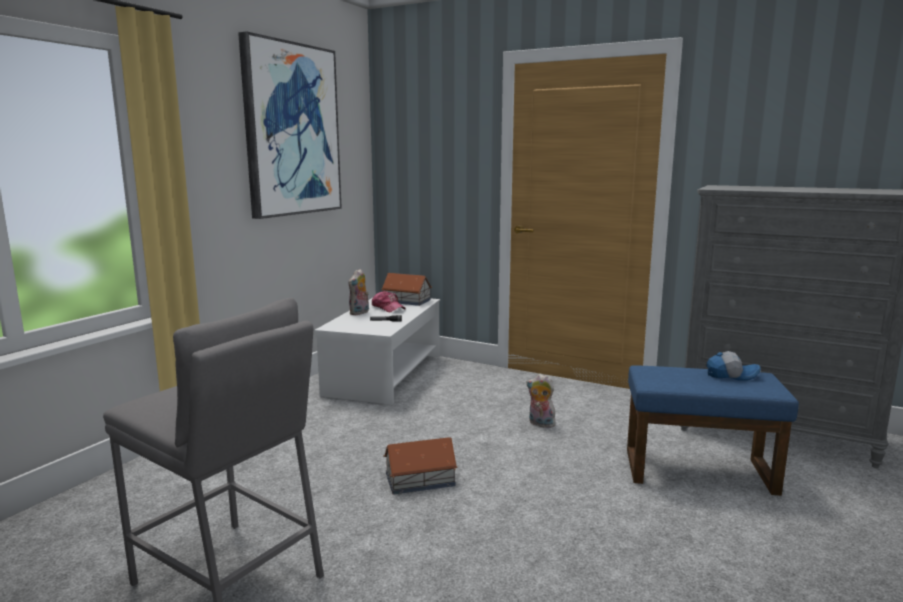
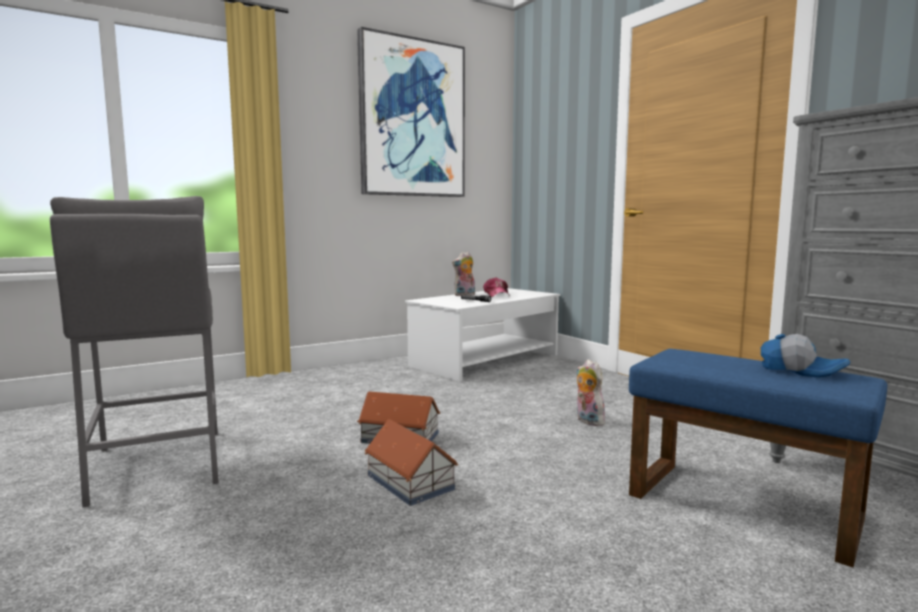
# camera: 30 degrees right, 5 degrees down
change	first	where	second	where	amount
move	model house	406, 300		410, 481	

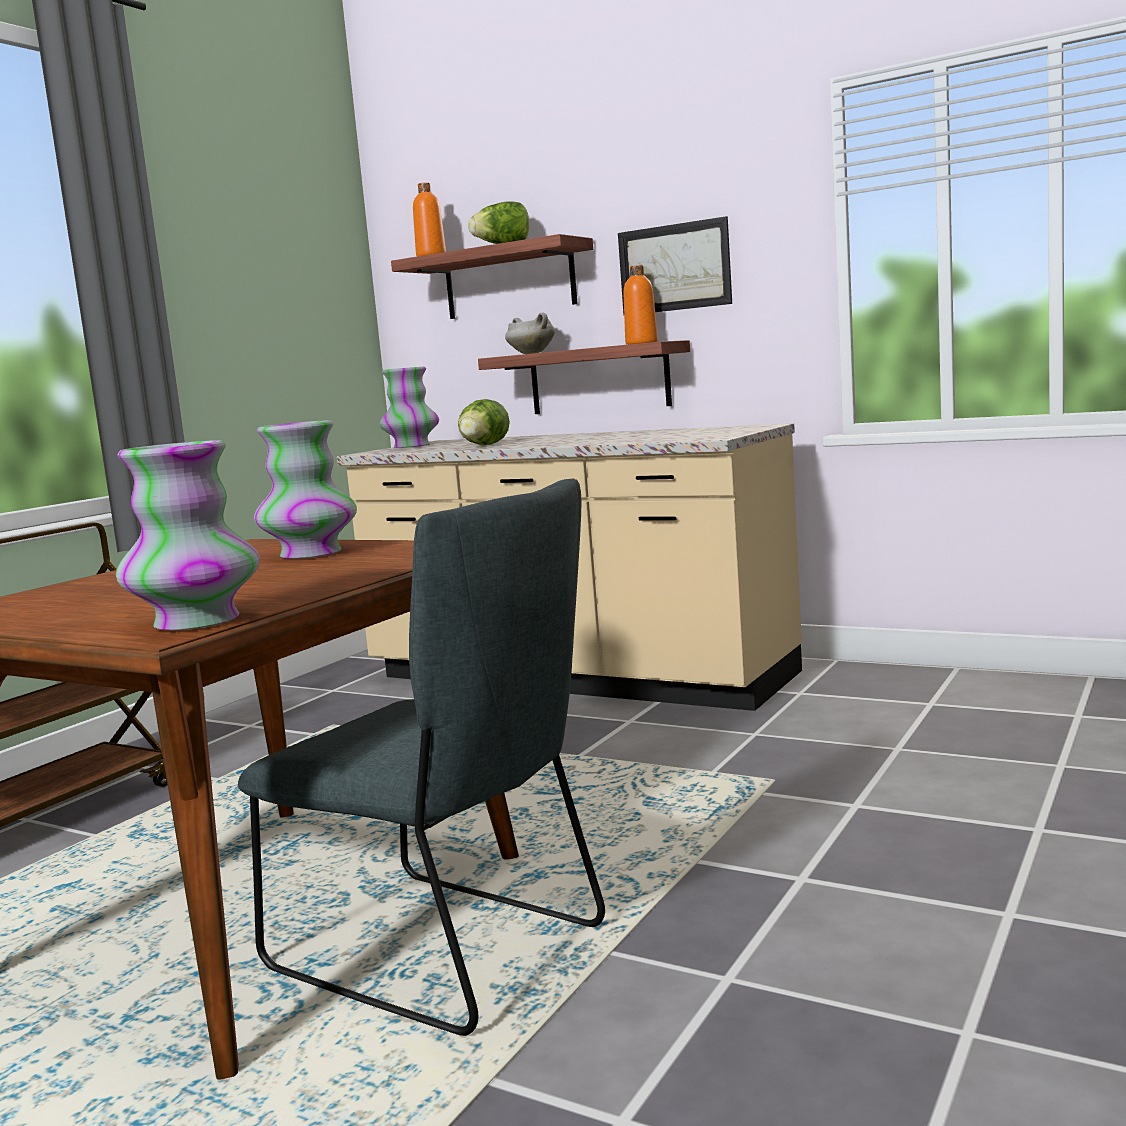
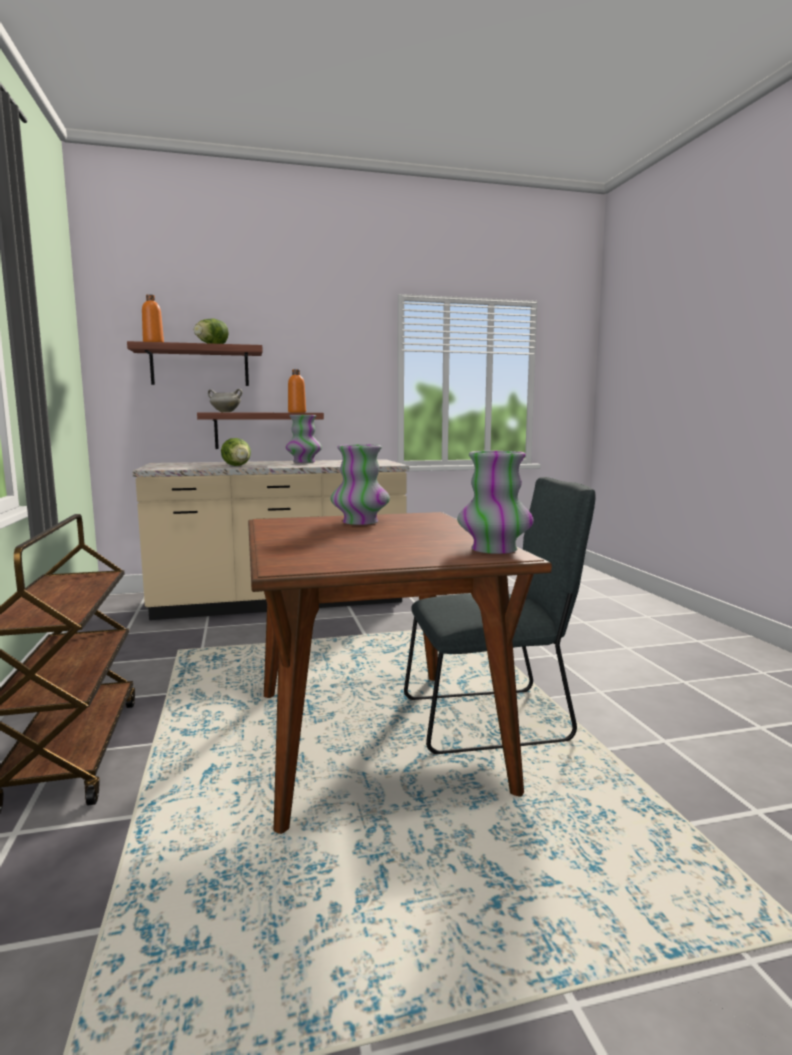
# camera: 45 degrees left, 0 degrees up
change	first	where	second	where	amount
move	decorative vase	412, 446		304, 462	
delete	wall picture	674, 267			

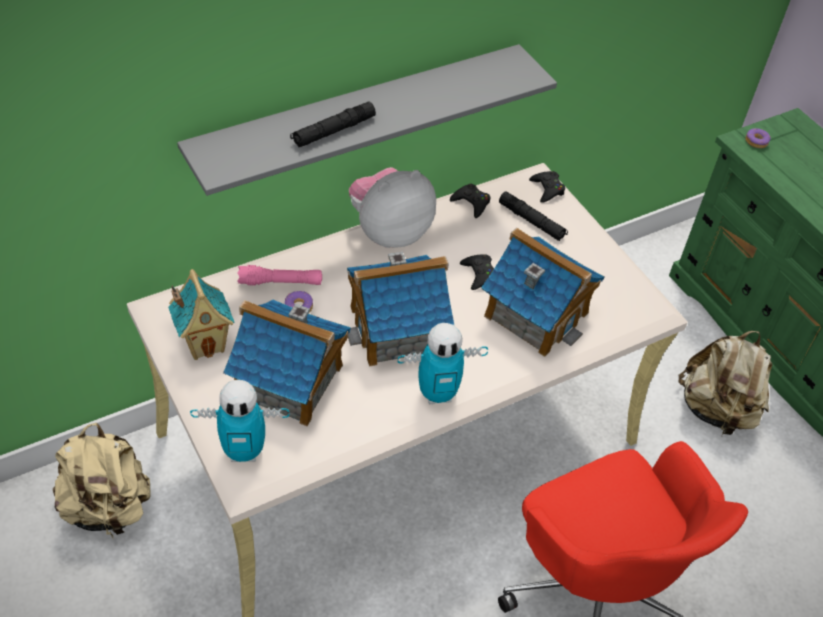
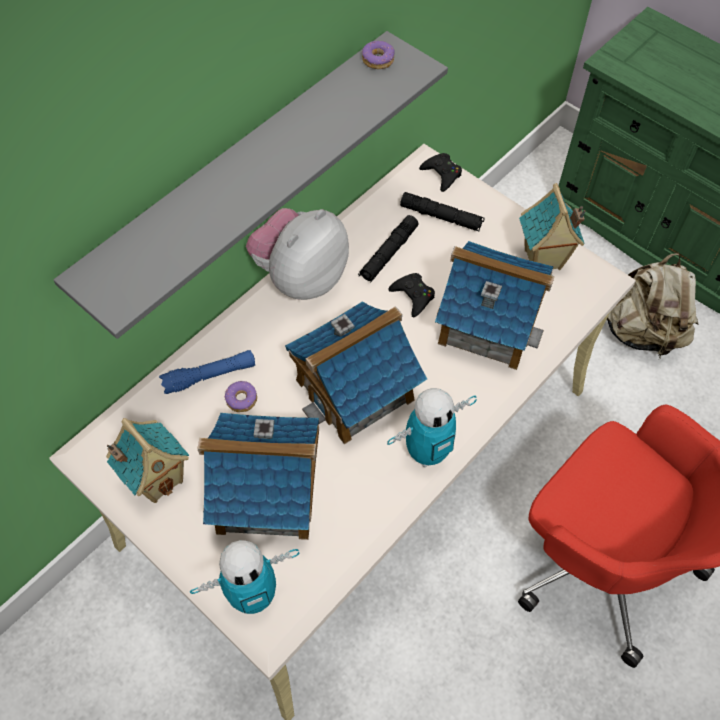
# camera: 15 degrees left, 10 degrees up
change	first	where	second	where	amount
delete	sand-coloured backpack	108, 507			
recolor	pink-coloured torch	280, 282	blue-coloured torch	210, 376	
move	black torch	333, 131		388, 253	
delete	black gamepad	471, 203			
move	donut	756, 141		378, 60	
insert			model house	542, 260	

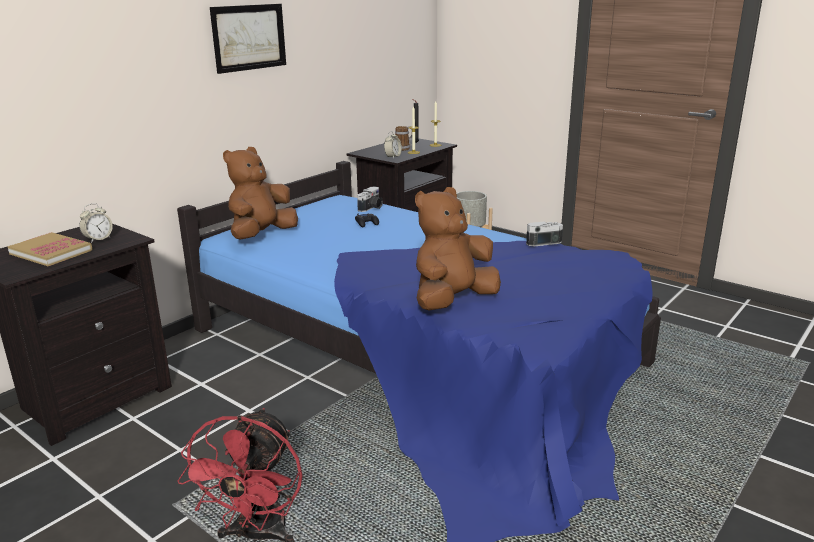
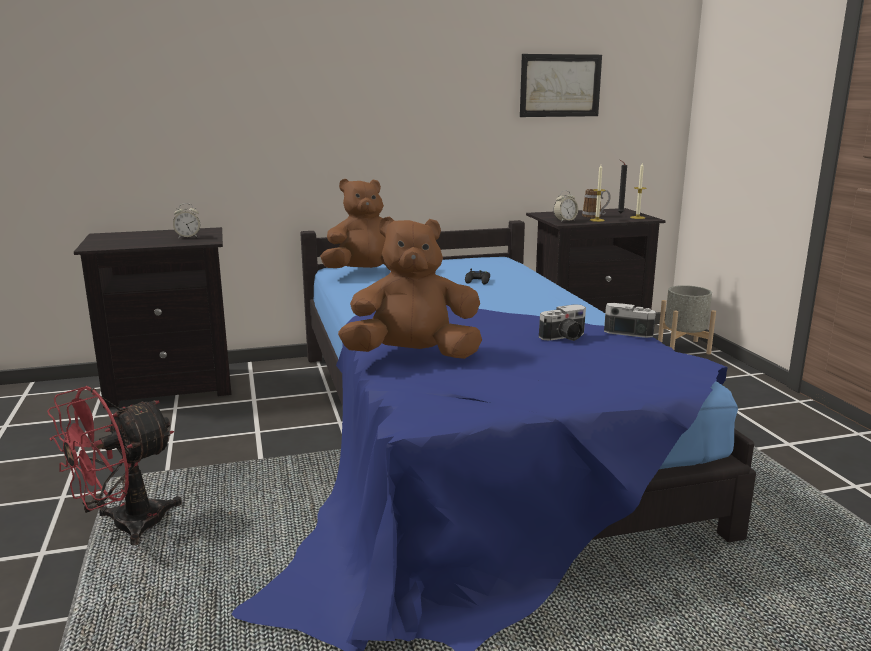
# camera: 35 degrees right, 5 degrees down
change	first	where	second	where	amount
delete	book	51, 252			
move	wall picture	249, 37		560, 85	
move	photo camera	372, 208		565, 337	

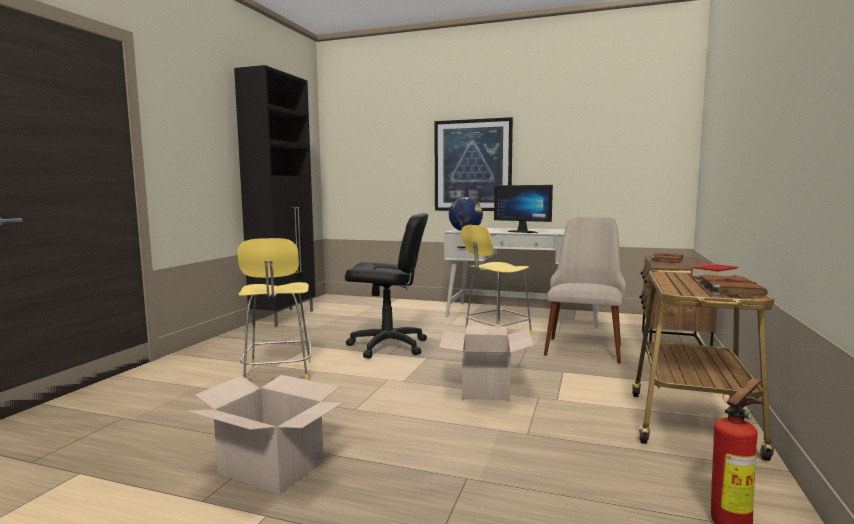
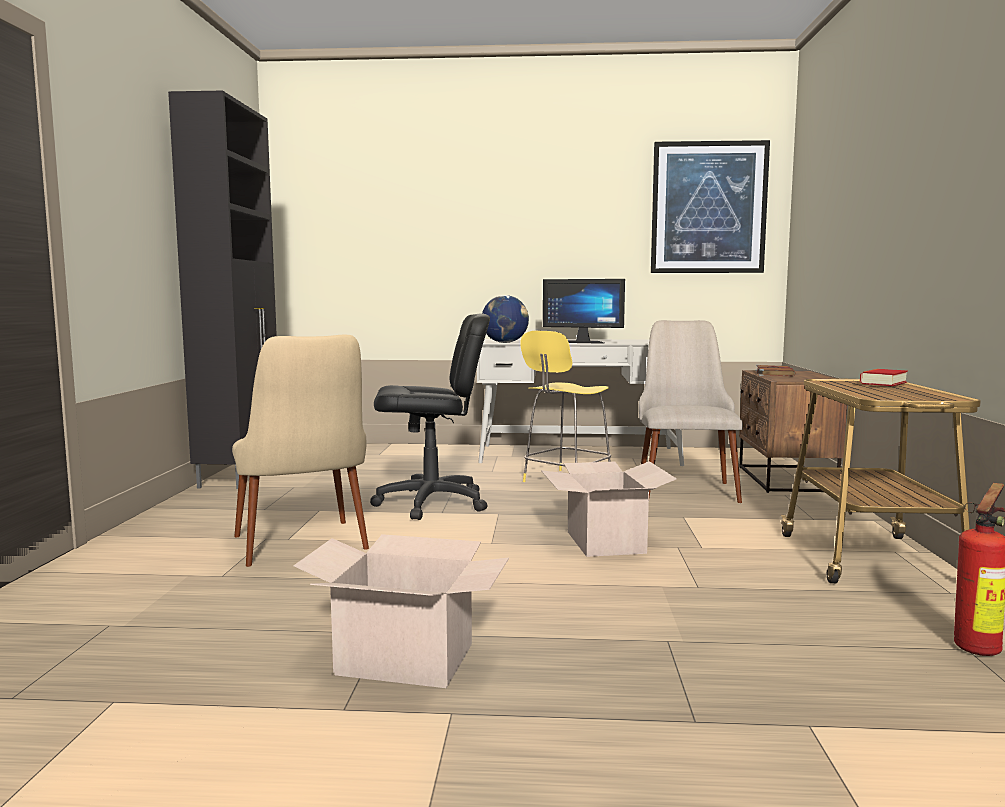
# camera: 15 degrees left, 0 degrees up
change	first	where	second	where	amount
replace	yellowish stool	278, 375	sand-coloured upright chair	305, 550	
move	wall picture	472, 165		708, 208	
delete	brownish book	729, 288			

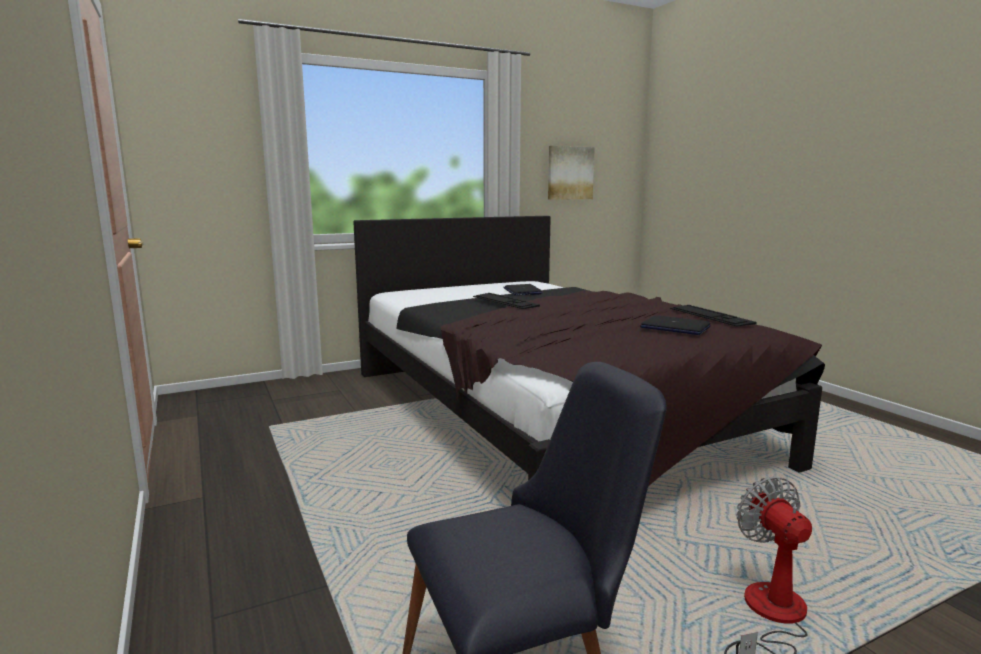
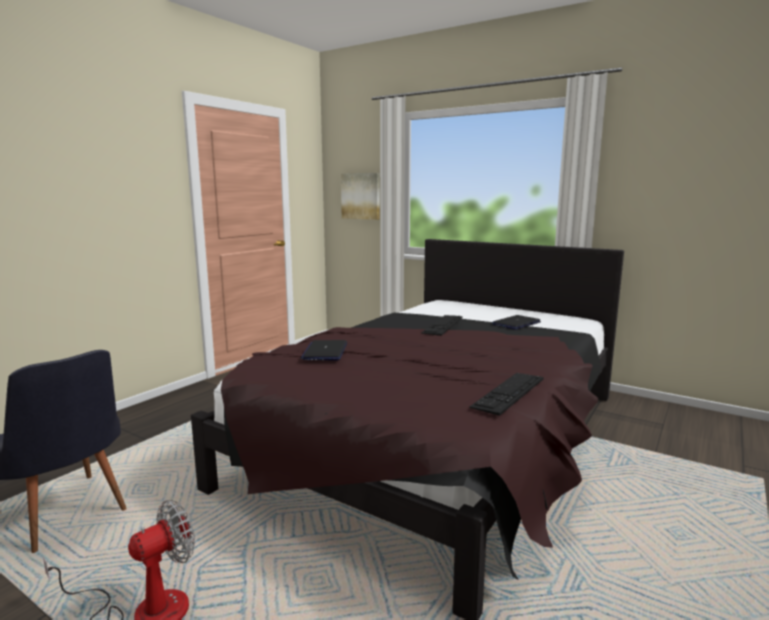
# camera: 60 degrees right, 0 degrees up
change	first	where	second	where	amount
move	wall picture	570, 173		361, 196	
move	notebook computer	674, 327		325, 351	

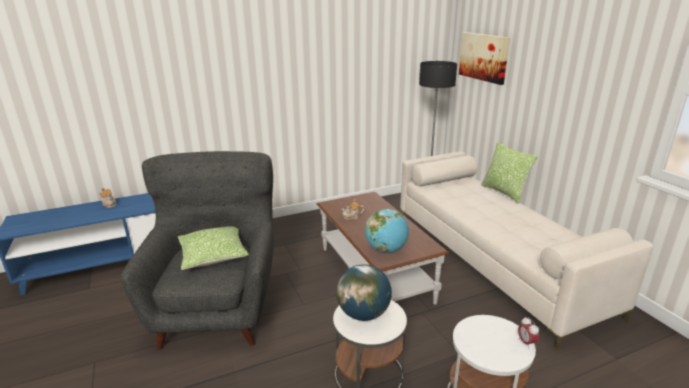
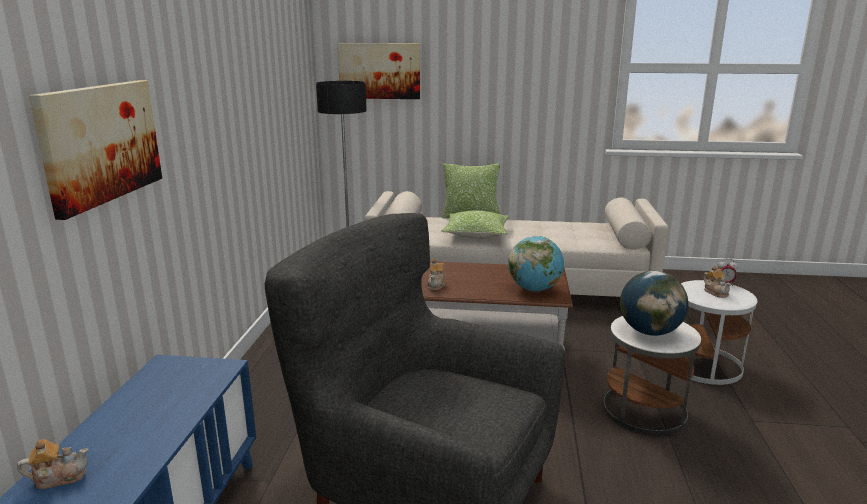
# camera: 60 degrees left, 5 degrees down
change	first	where	second	where	amount
move	cushion	213, 255		476, 234	
insert			wall picture	100, 143	
insert			teapot	715, 292	

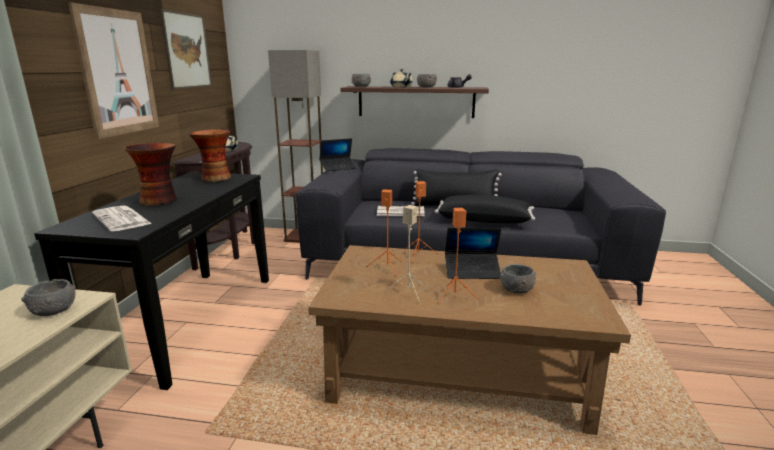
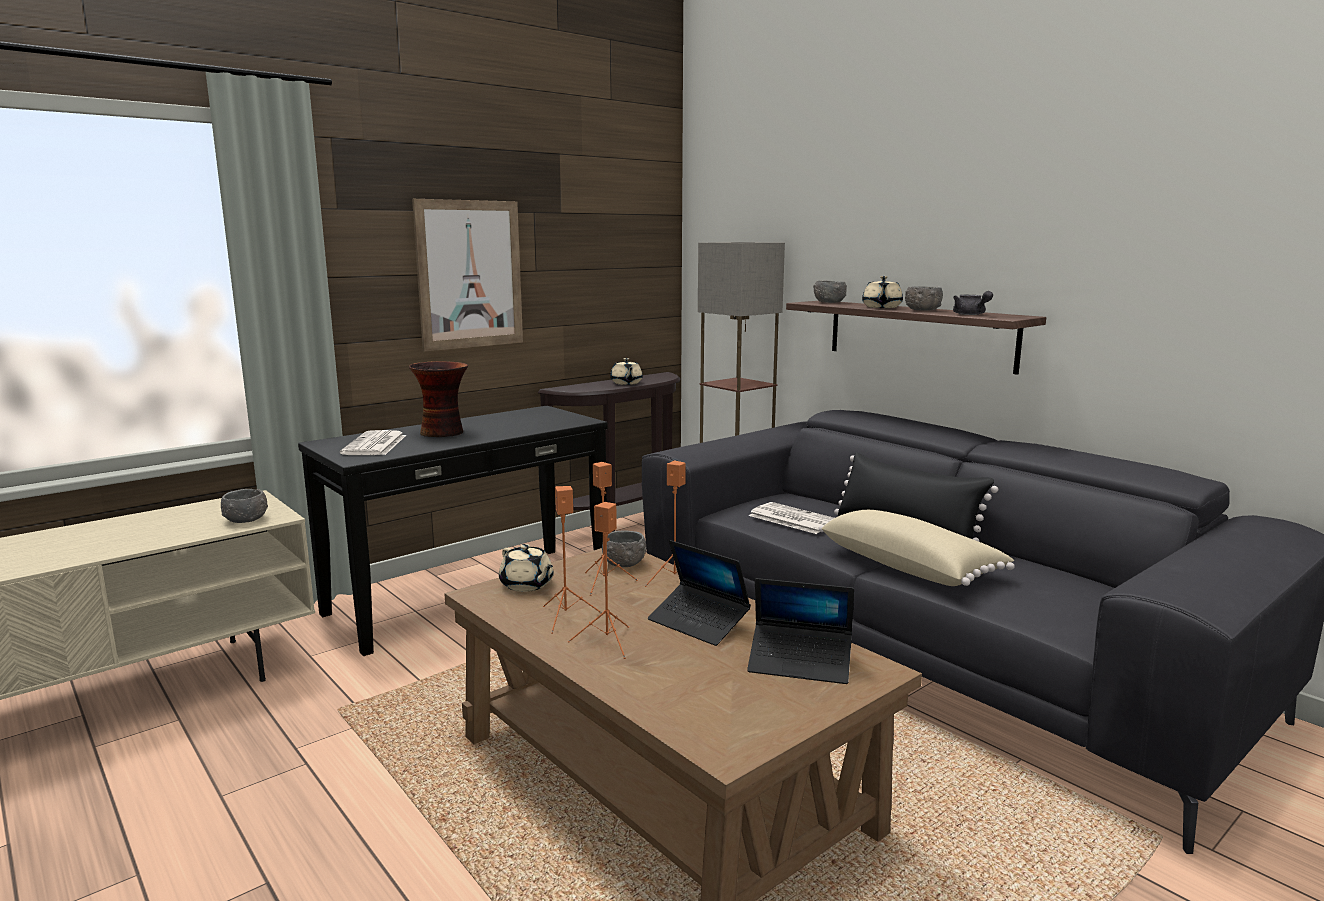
# camera: 40 degrees right, 5 degrees down
change	first	where	second	where	amount
delete	wall picture	187, 51			
delete	decorative vase	215, 178			
move	notebook computer	338, 168		800, 663	
recolor	sand-coloured audio speaker	408, 293	orangey audio speaker	566, 617	
recolor	black cushion	484, 220	sand-coloured cushion	910, 567	
move	gray serving bowl	516, 289		624, 563	
insert			sand-coloured teapot	527, 585	

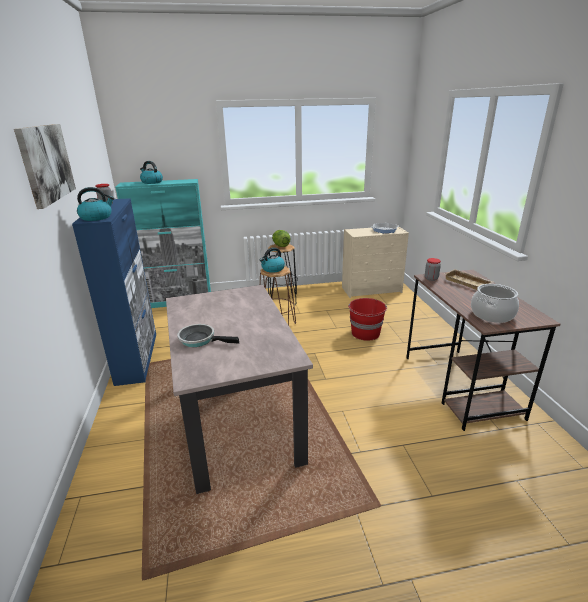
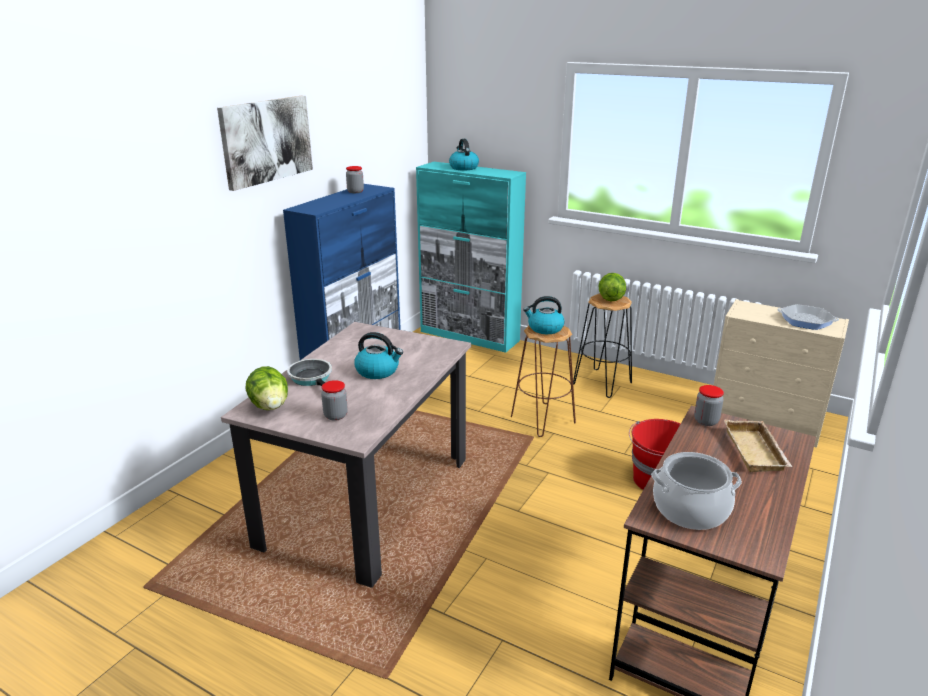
# camera: 40 degrees right, 0 degrees up
change	first	where	second	where	amount
move	tea kettle	97, 217		378, 371	
insert			lettuce head	270, 406	
insert			storage jar	335, 415	

